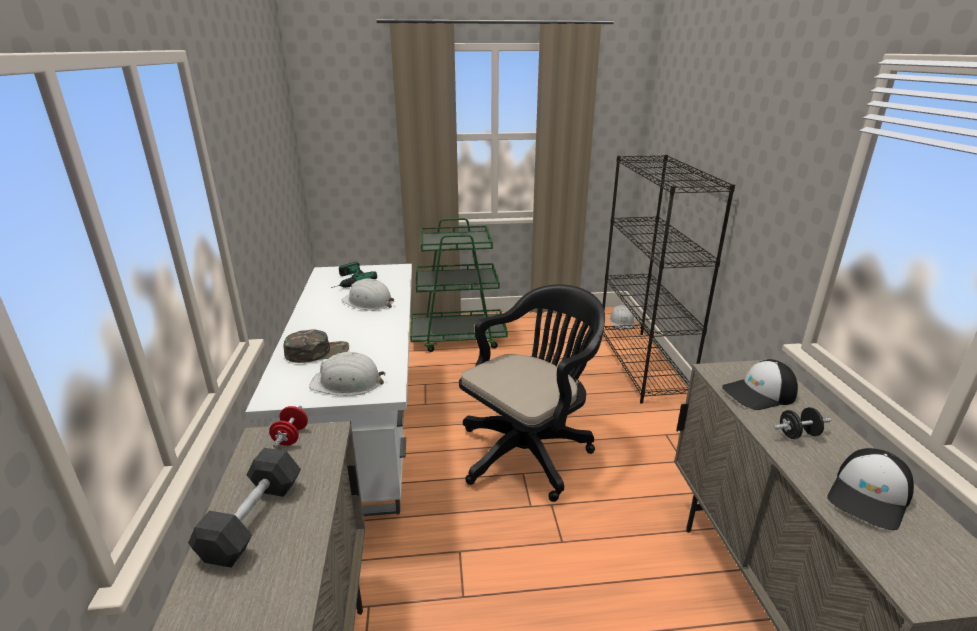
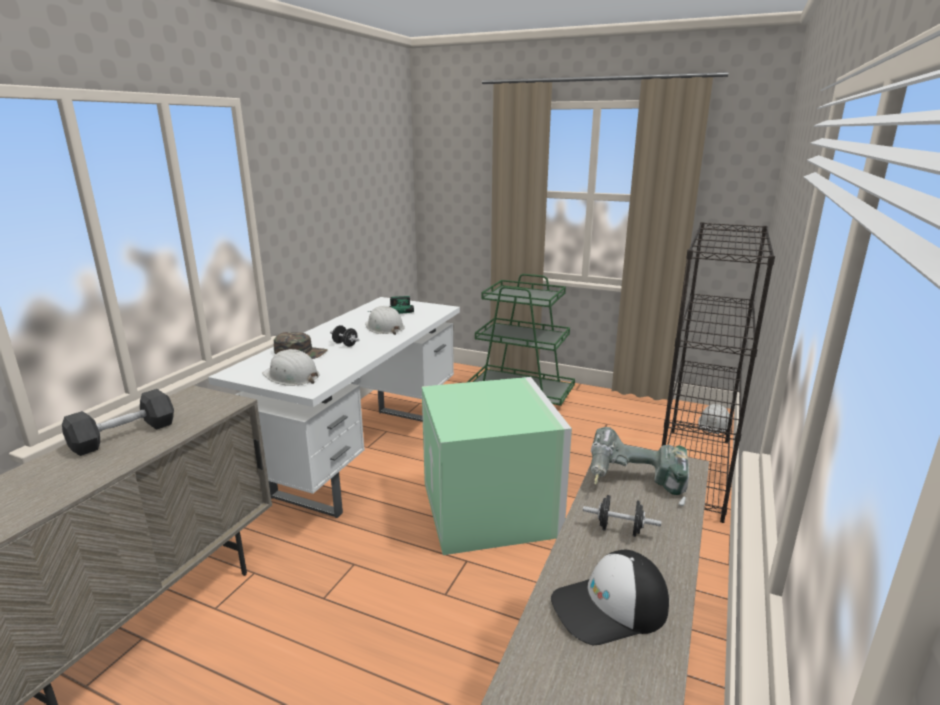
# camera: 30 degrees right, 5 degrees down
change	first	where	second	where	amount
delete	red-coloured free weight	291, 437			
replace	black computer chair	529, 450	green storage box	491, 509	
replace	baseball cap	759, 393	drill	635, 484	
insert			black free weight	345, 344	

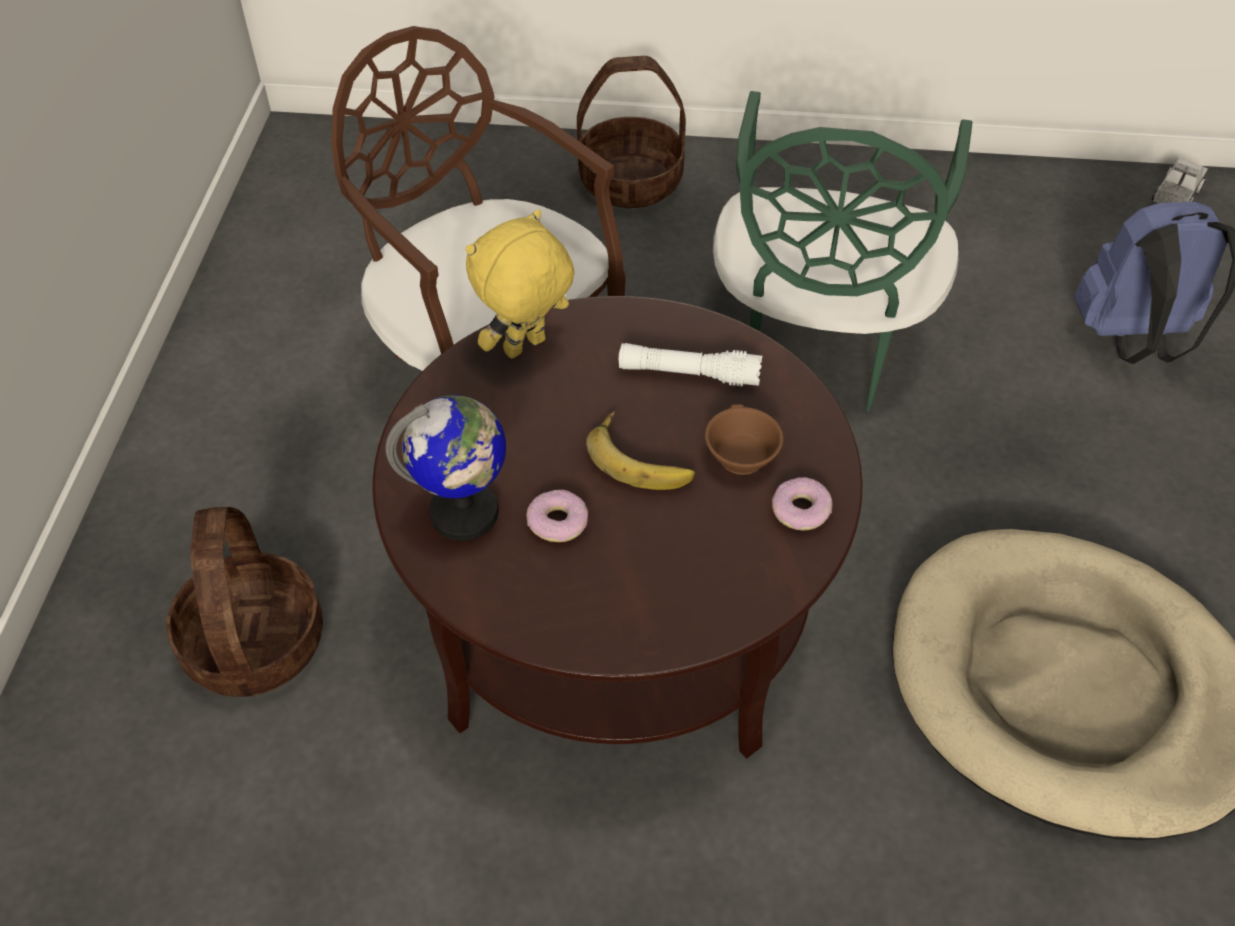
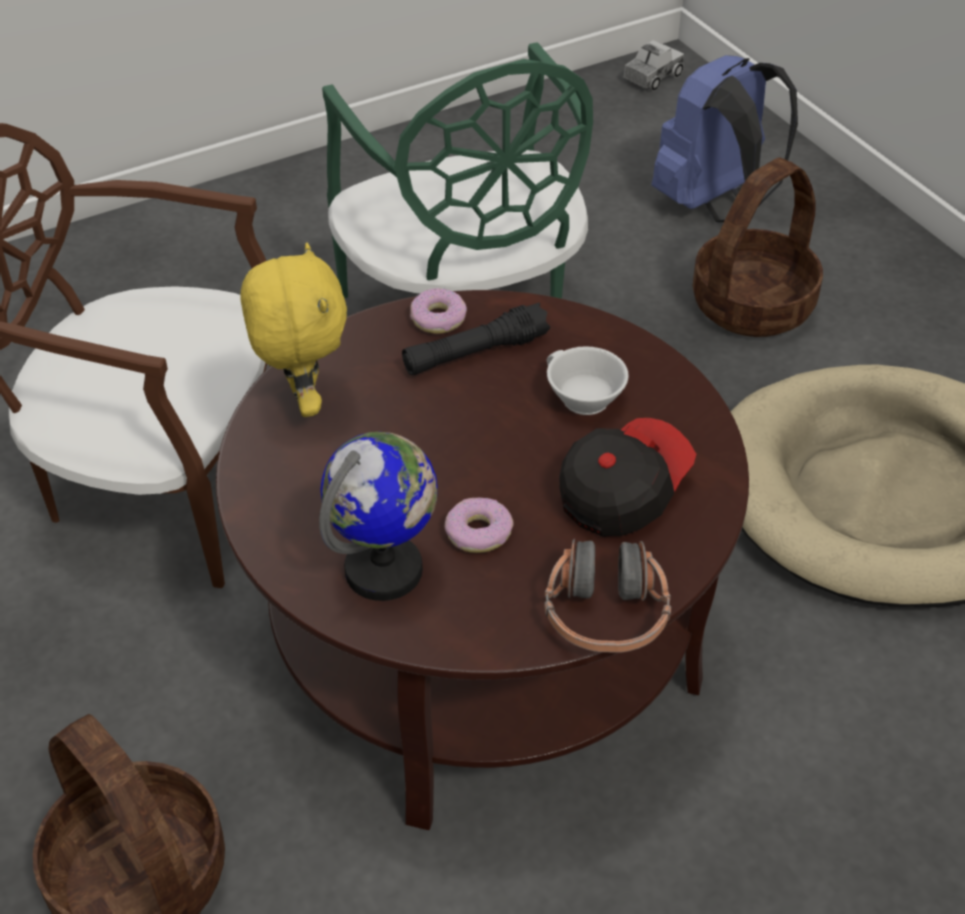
# camera: 35 degrees left, 5 degrees down
change	first	where	second	where	amount
rotate	yellowish soft toy	526, 348		302, 401	150 degrees clockwise
move	household basket	630, 182		752, 305	
delete	whole banana	642, 457			
recolor	white torch	688, 374	black torch	475, 353	
recolor	brownish drinking cup	738, 455	white drinking cup	581, 398	
move	donut	801, 510		438, 318	
rotate	toy truck	1176, 196		652, 77	45 degrees clockwise
insert			headset	605, 614	
insert			baseball cap	622, 491	

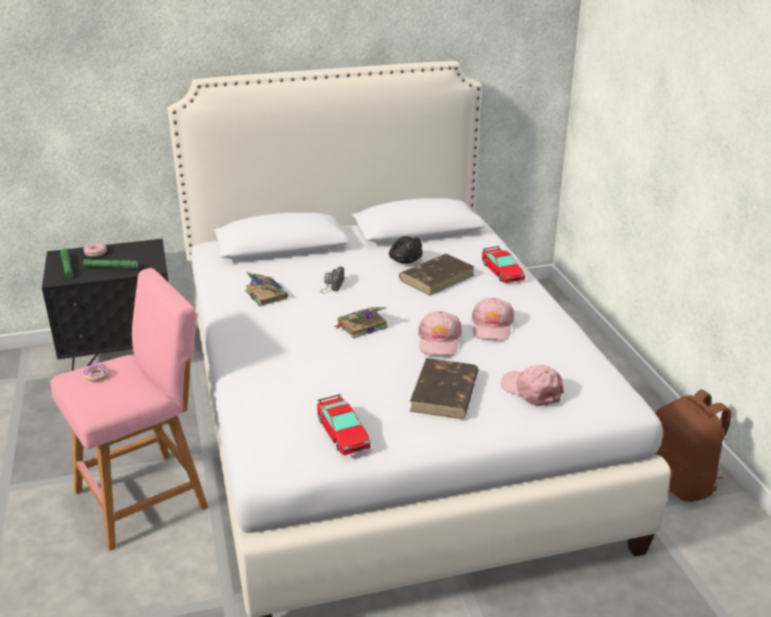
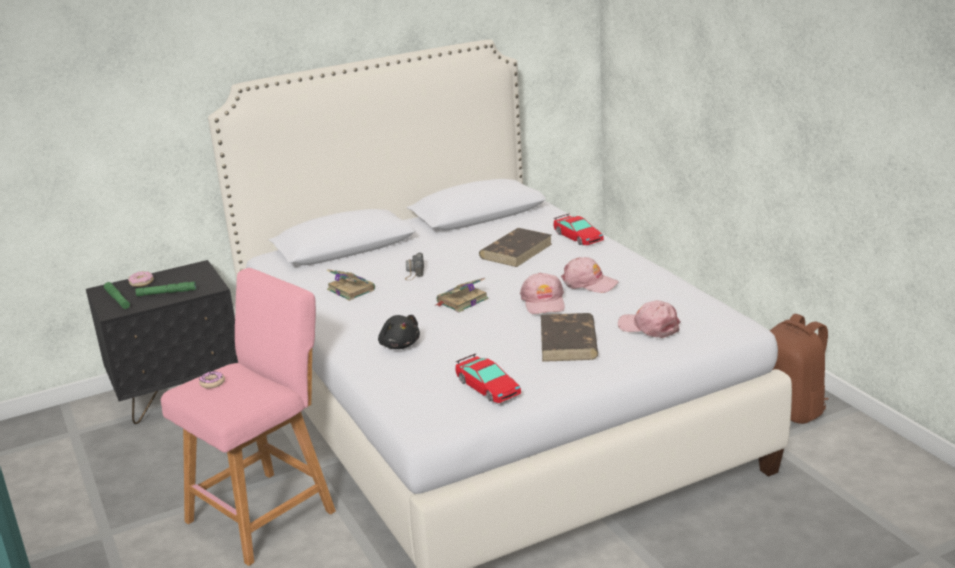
# camera: 10 degrees left, 5 degrees down
change	first	where	second	where	amount
move	black soft toy	405, 260		399, 345	
rotate	pink-coloured baseball cap	492, 326		589, 283	60 degrees counterclockwise

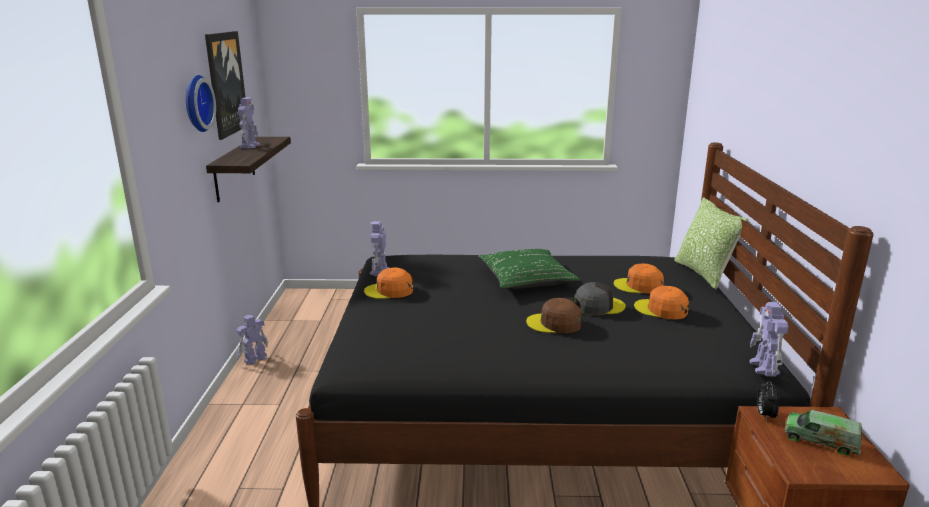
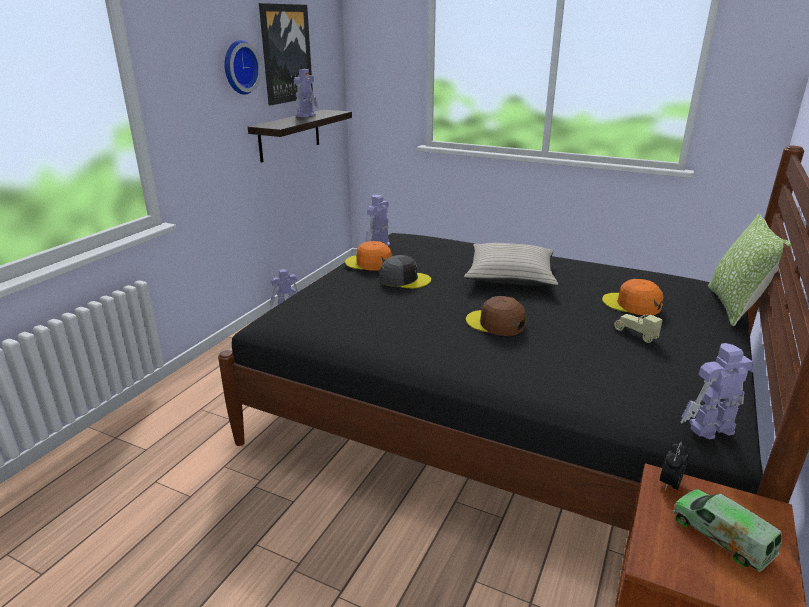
# camera: 25 degrees right, 5 degrees up
change	first	where	second	where	amount
recolor	green cushion	526, 279	sand-coloured cushion	510, 275	
move	gray baseball cap	598, 306		404, 279	
replace	orangey baseball cap	661, 309	sand-coloured miniature car	635, 334	
rotate	toy robot	764, 368		710, 428	45 degrees clockwise

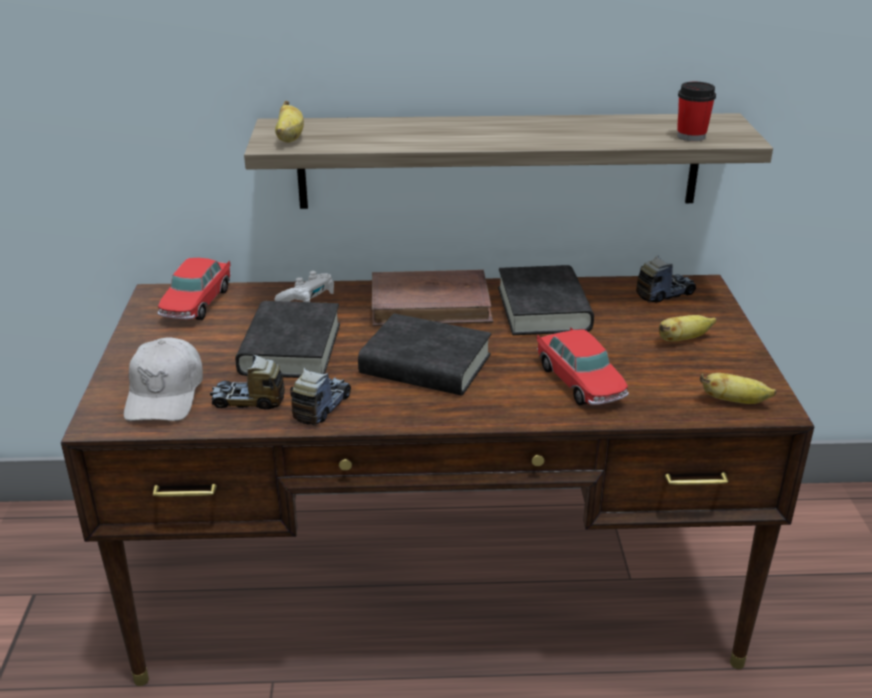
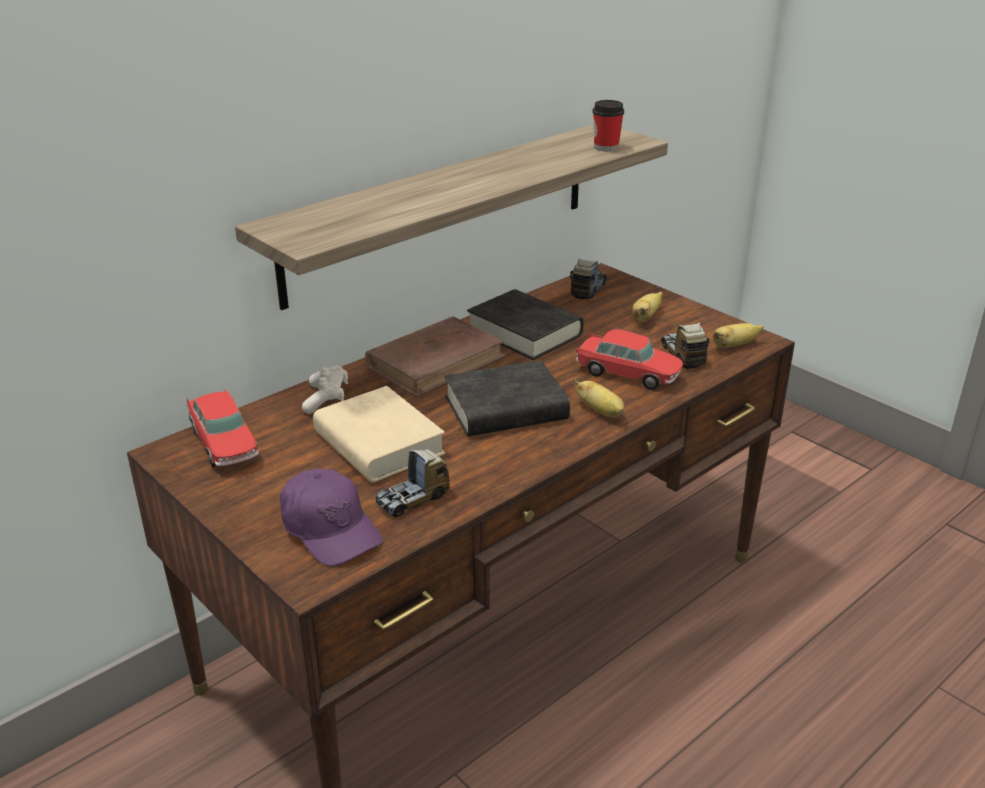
# camera: 40 degrees left, 0 degrees up
change	first	where	second	where	amount
recolor	white baseball cap	165, 394	purple baseball cap	330, 529	
recolor	black book	290, 349	sand-coloured book	378, 443	
move	whole banana	289, 138		601, 412	
move	toy truck	321, 407		682, 355	

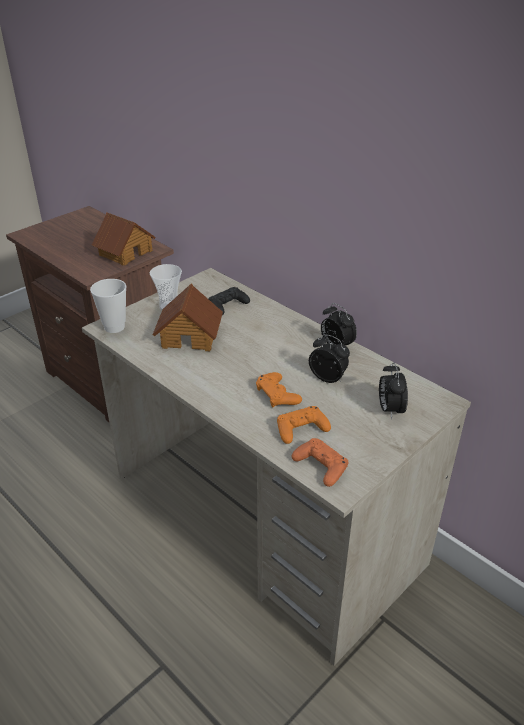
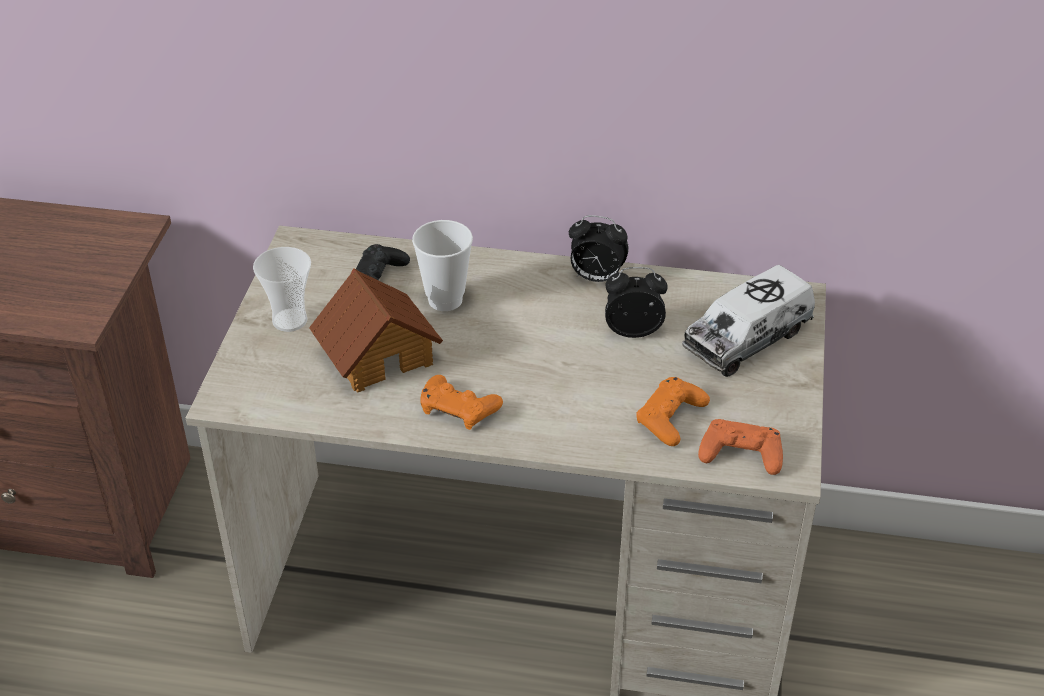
# camera: 35 degrees left, 5 degrees up
change	first	where	second	where	amount
move	drinking cup	114, 327		445, 300	
delete	model house	125, 252			
move	orangey gamepad	277, 395		458, 408	
replace	table clock	389, 409	toy truck	747, 338	

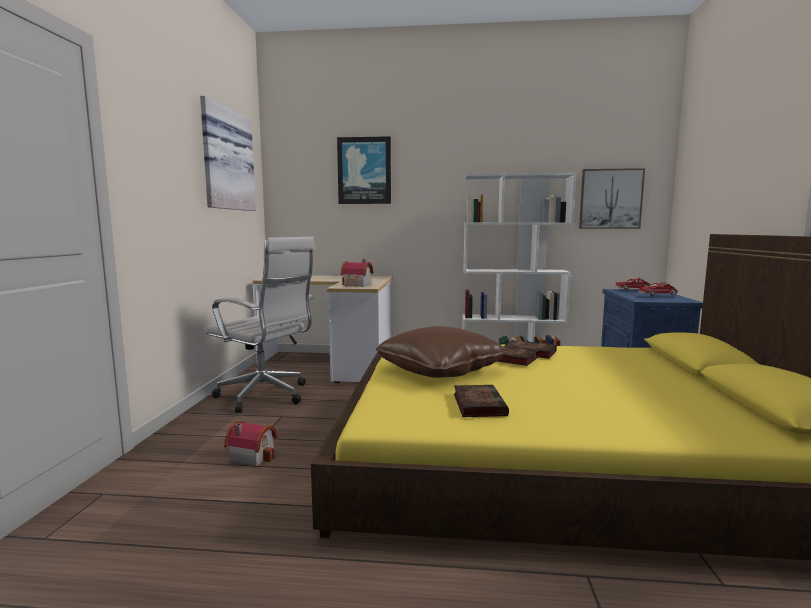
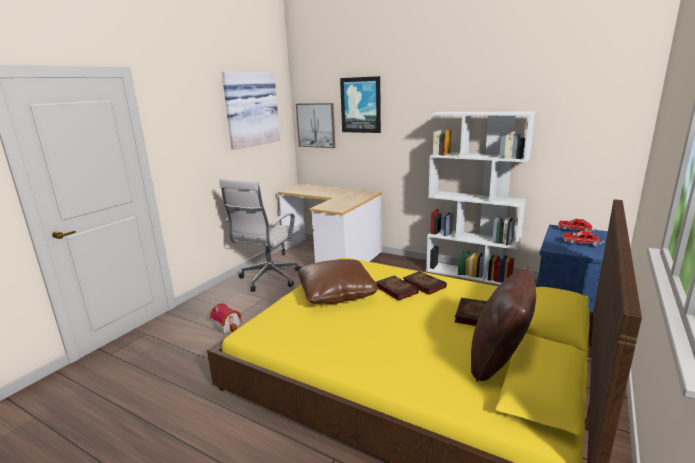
# camera: 25 degrees right, 10 degrees up
change	first	where	second	where	amount
rotate	white computer chair	266, 396		268, 279	60 degrees clockwise
delete	model house	357, 285			
move	book	478, 404		471, 314	
move	wall picture	610, 199		316, 125	
insert			brownish cushion	499, 360	

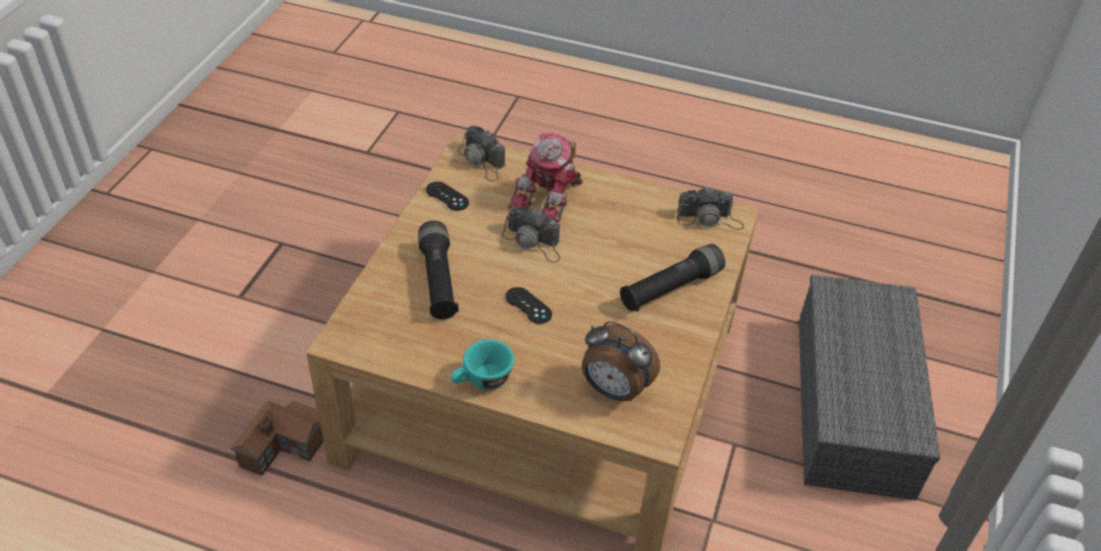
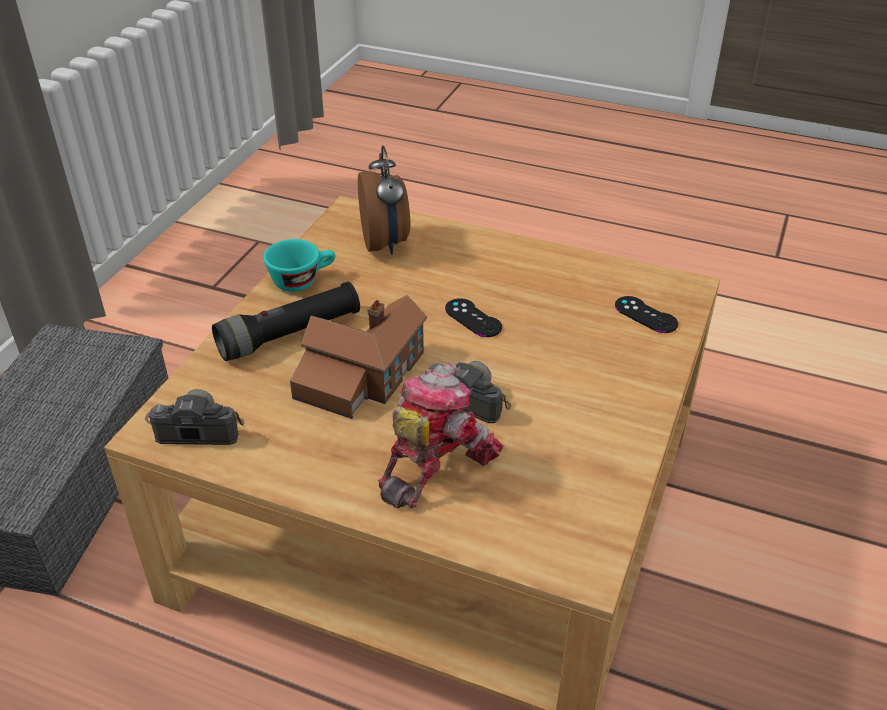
# camera: 175 degrees left, 5 degrees down
change	first	where	second	where	amount
move	model house	287, 445		361, 376	
delete	black torch	438, 280			
move	black gamepad	447, 196		646, 315	
move	blue-green drinking cup	482, 381		302, 280	
delete	photo camera	482, 161			
rotate	table clock	614, 390		386, 243	45 degrees clockwise

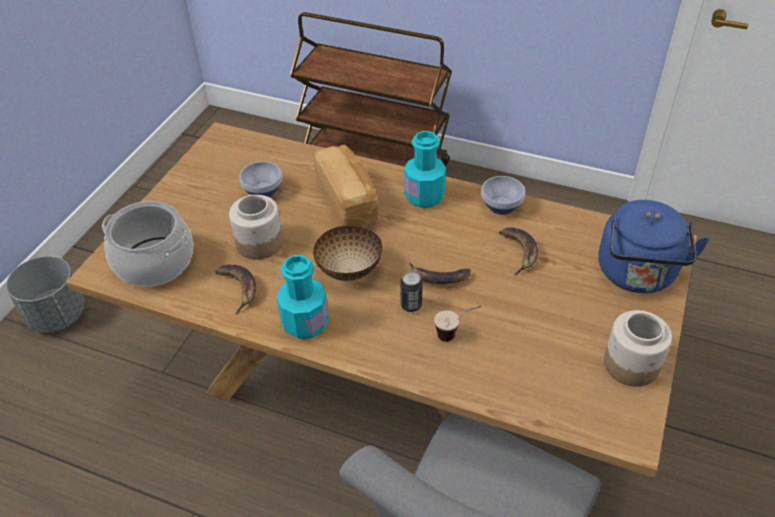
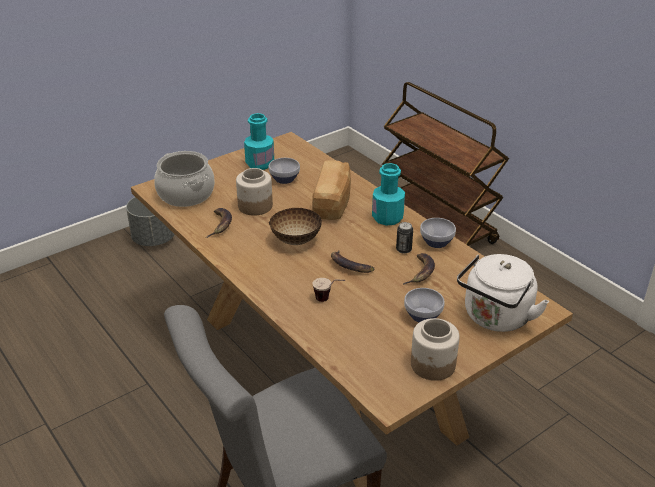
# camera: 30 degrees right, 10 degrees down
change	first	where	second	where	amount
move	blue-green drink bottle	305, 323		260, 164	
move	sealed can	411, 305		403, 250	
recolor	blue-coloured tea kettle	637, 275	white tea kettle	495, 318	
insert			serving bowl	423, 316	

